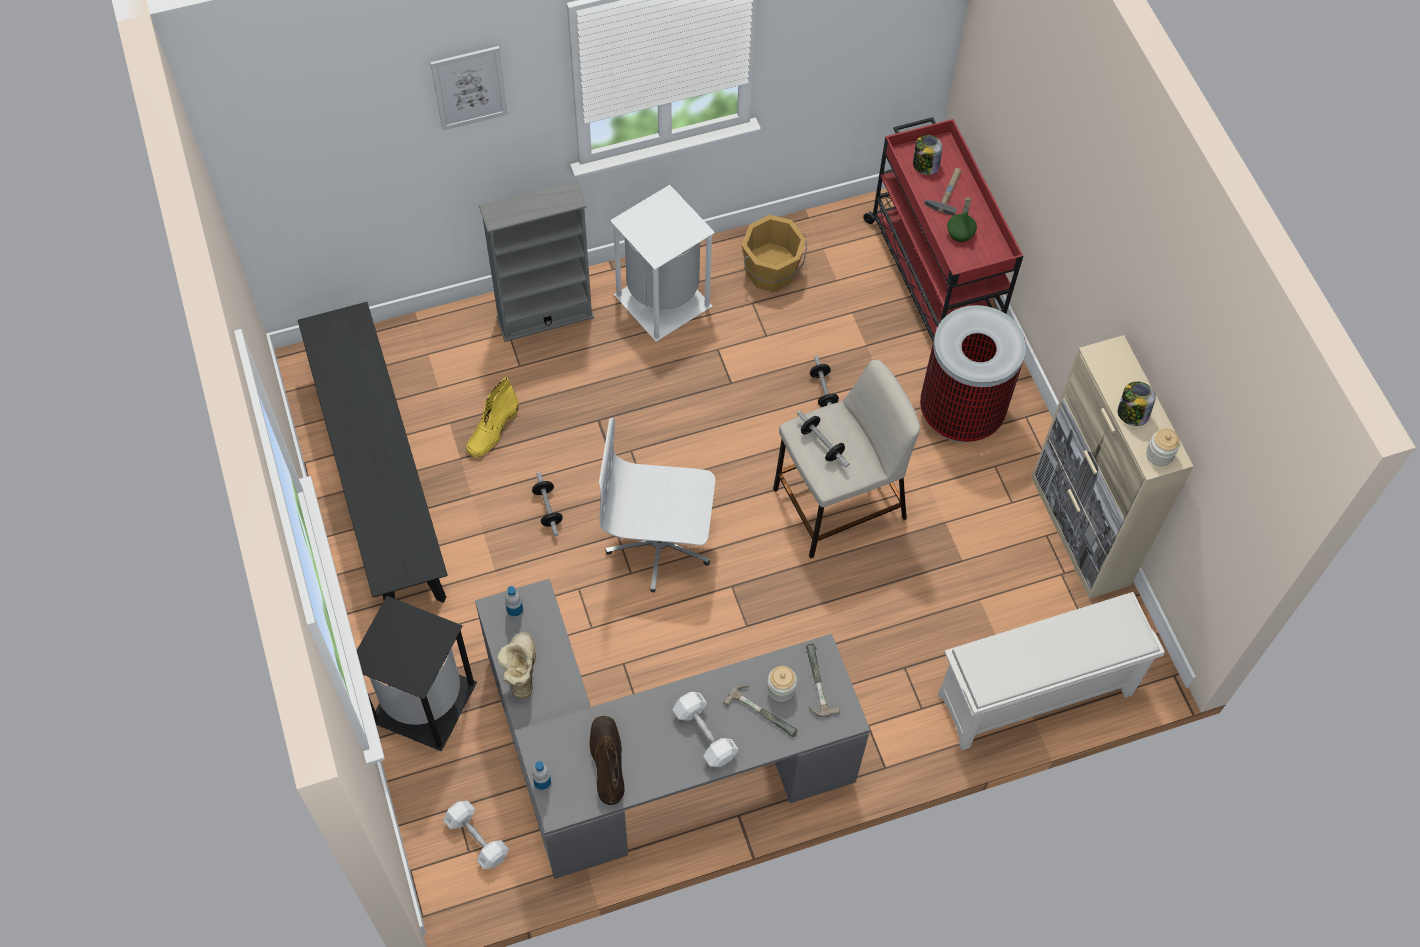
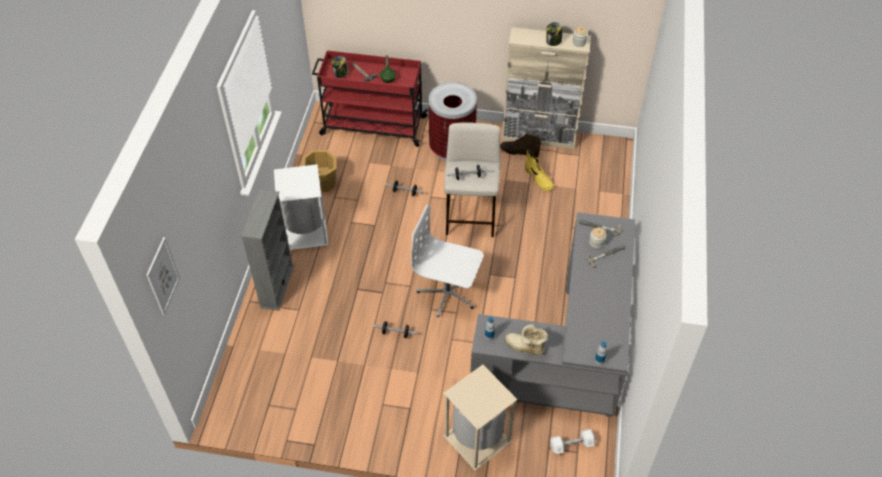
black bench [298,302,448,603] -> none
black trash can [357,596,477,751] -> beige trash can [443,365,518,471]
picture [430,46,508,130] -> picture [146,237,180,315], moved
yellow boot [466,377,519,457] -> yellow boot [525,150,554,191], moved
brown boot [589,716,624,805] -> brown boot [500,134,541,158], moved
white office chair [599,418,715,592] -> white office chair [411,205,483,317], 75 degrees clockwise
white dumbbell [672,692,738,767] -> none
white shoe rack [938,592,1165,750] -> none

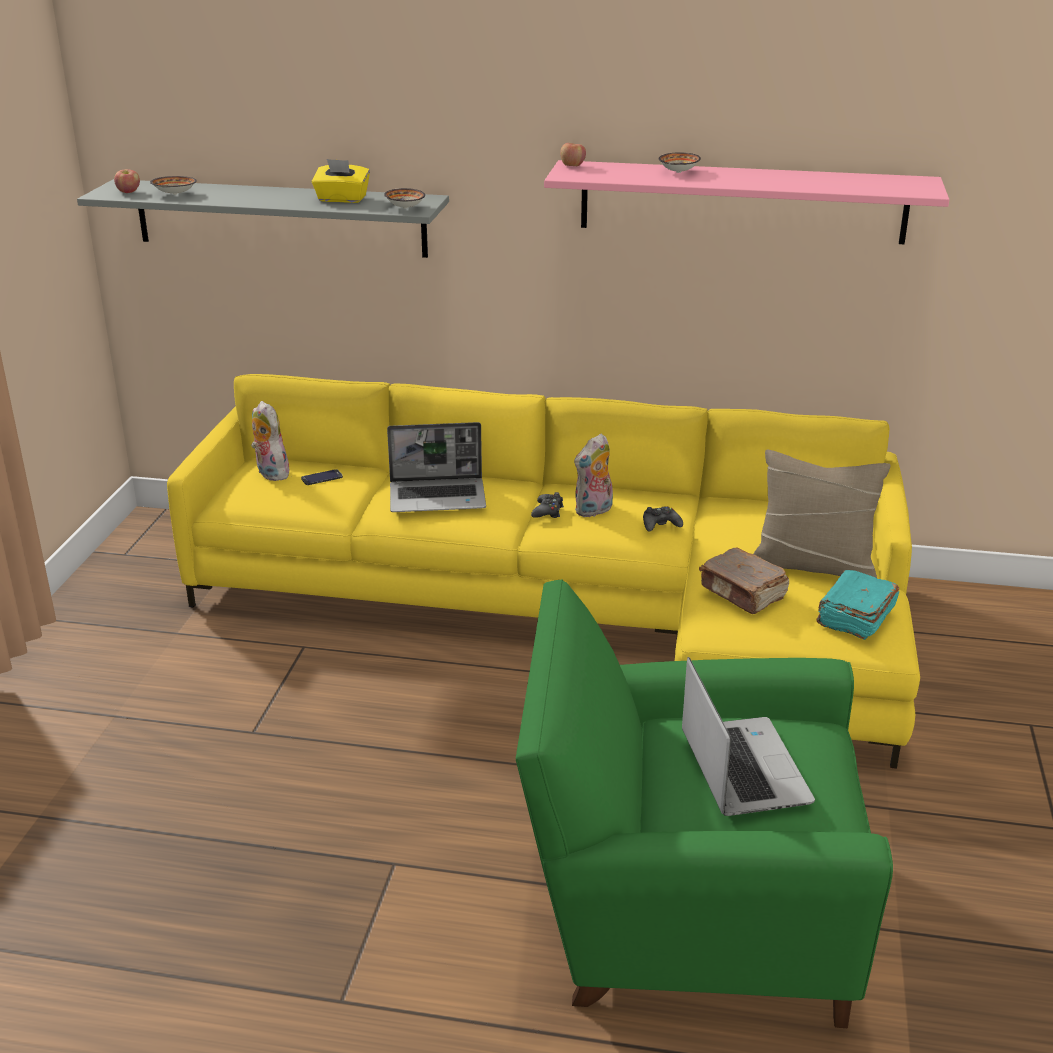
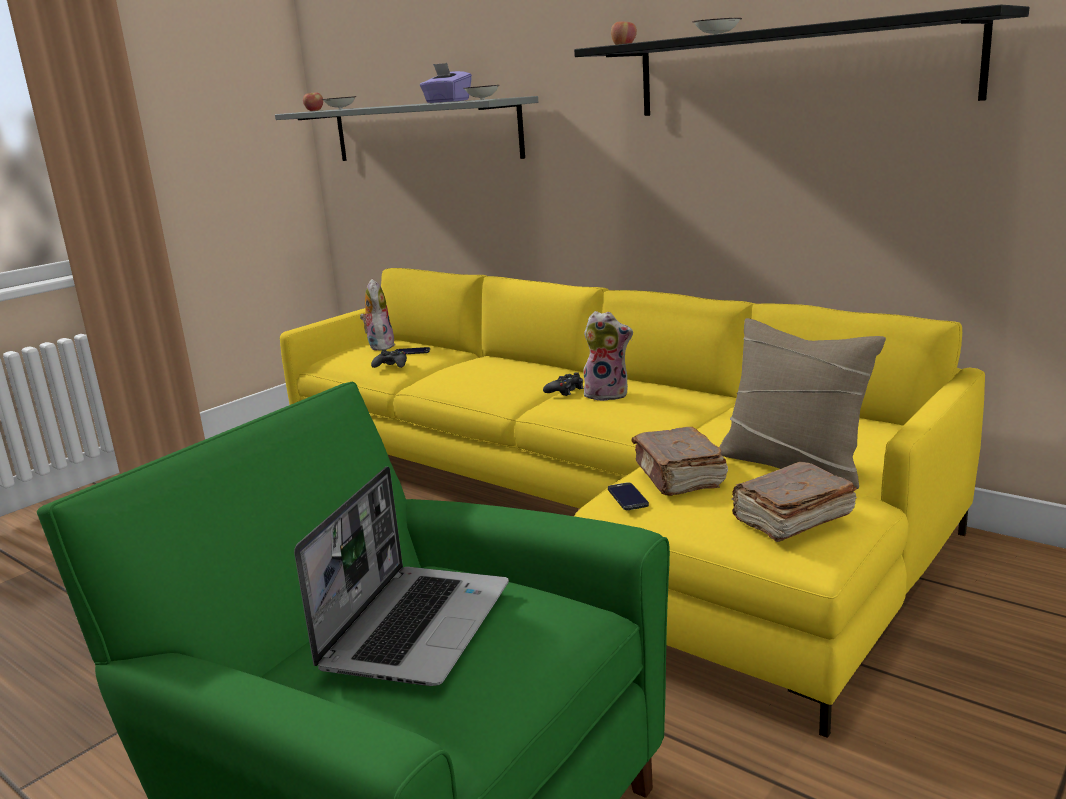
yellow tissue box [312,159,370,203] -> purple tissue box [420,63,472,103]
laptop [387,422,486,512] -> none
pink shelf [544,160,949,244] -> black shelf [574,5,1029,116]
plush toy [574,434,613,518] -> plush toy [583,311,633,401], 150 degrees counterclockwise
black game controller [643,506,683,532] -> black game controller [371,349,407,368], moved
turquoise book [816,570,899,640] -> brown book [731,462,857,542]
none -> phone [608,482,649,510]

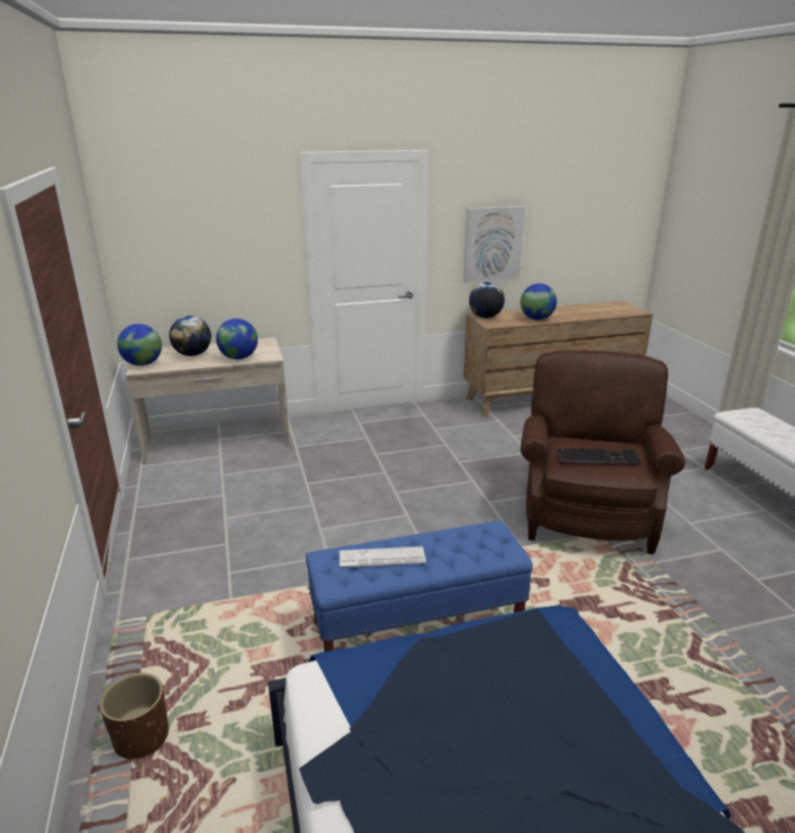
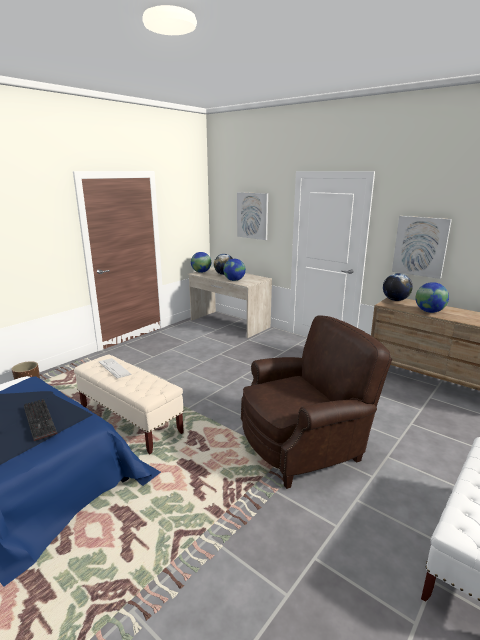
blue bench [306,520,533,652] -> beige bench [74,354,184,454]
keyboard [556,448,641,465] -> keyboard [24,399,57,441], moved
none -> picture [237,192,268,240]

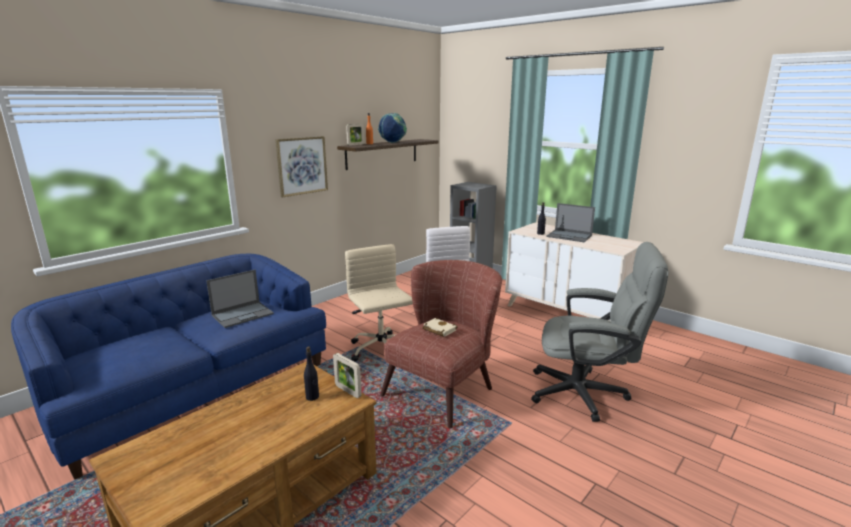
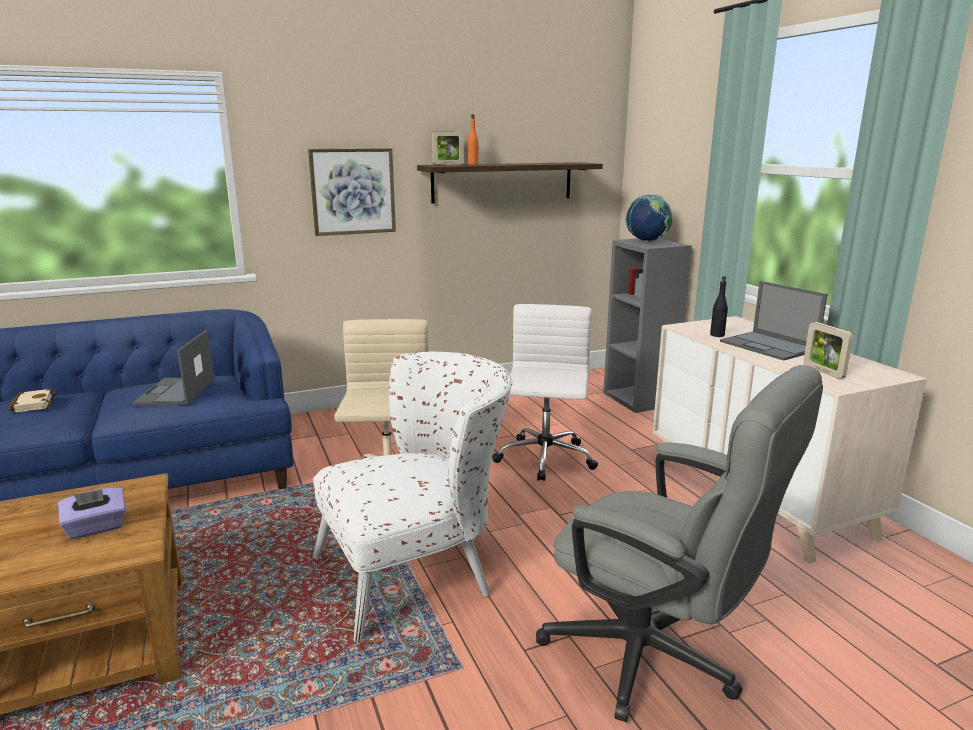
laptop [206,270,274,328] -> laptop [132,330,214,405], 105 degrees clockwise
black bottle [304,346,319,401] -> purple tissue box [58,487,125,540]
picture frame [333,353,362,398] -> picture frame [803,322,853,379], moved
globe [378,113,407,143] -> globe [625,194,672,242], moved
brown armchair [380,260,502,428] -> white armchair [313,352,512,643]
beige book [422,318,458,337] -> beige book [8,388,57,413], moved

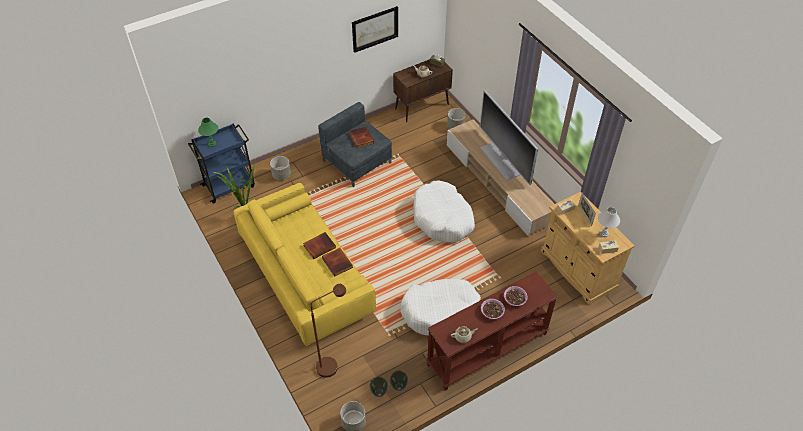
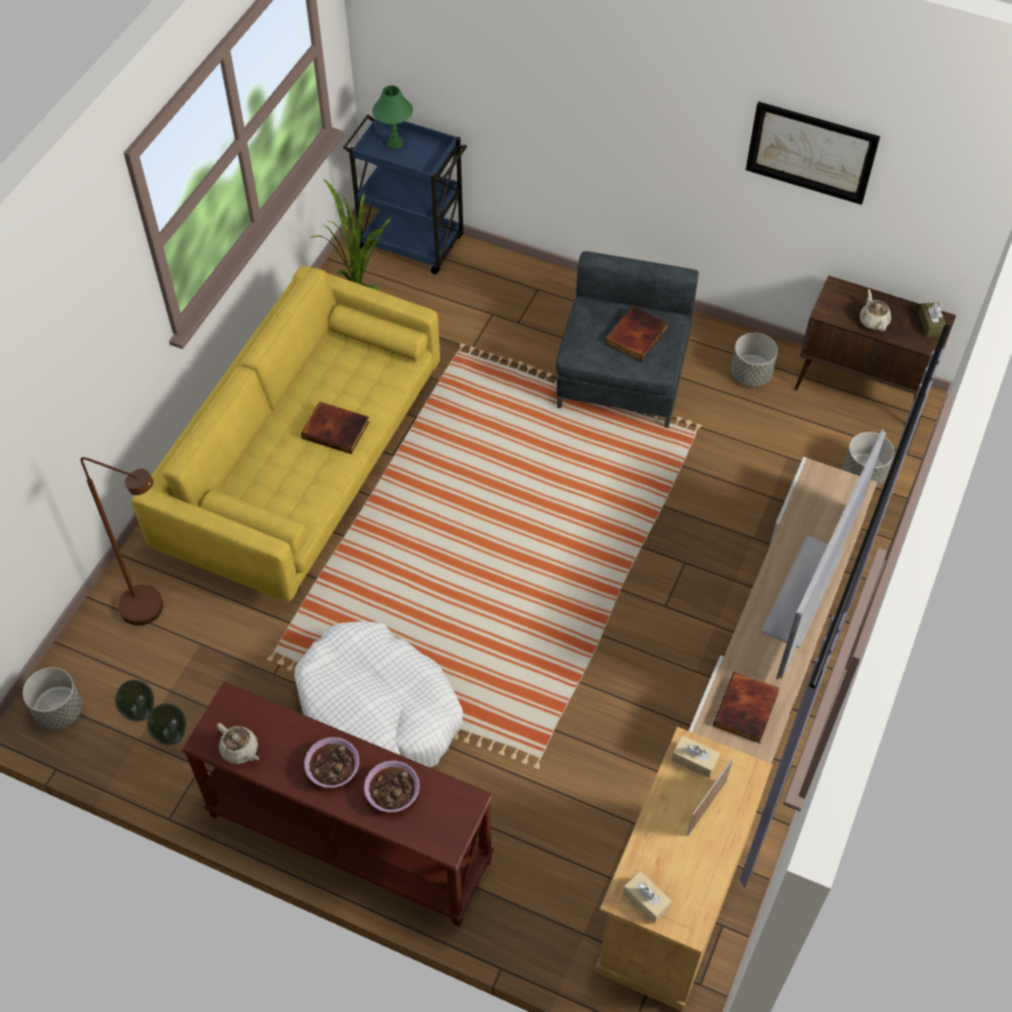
grey planter [270,156,291,180] -> grey planter [731,333,778,387], moved
book [322,248,353,277] -> book [713,672,779,743], moved
white dog bed [413,181,475,243] -> none
white table lamp [598,207,620,237] -> none

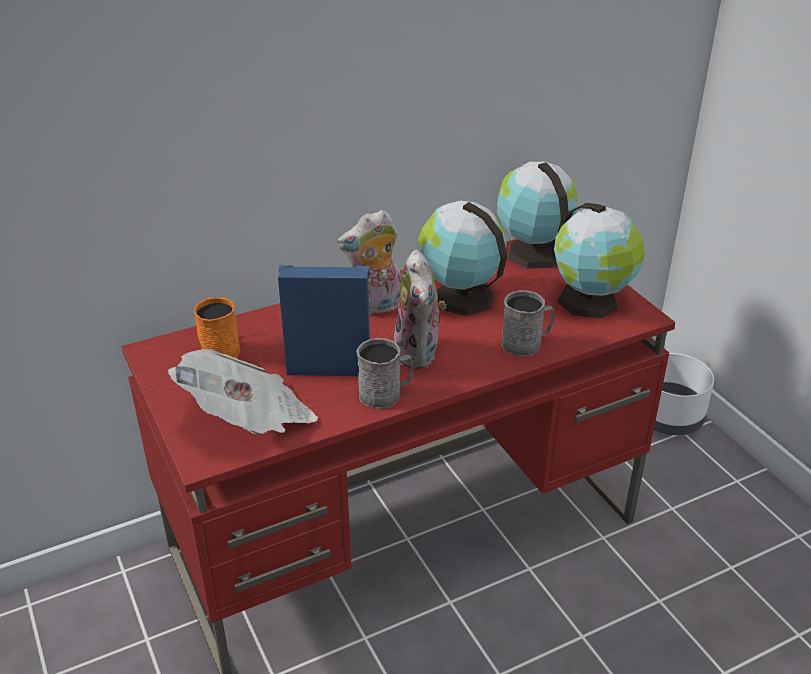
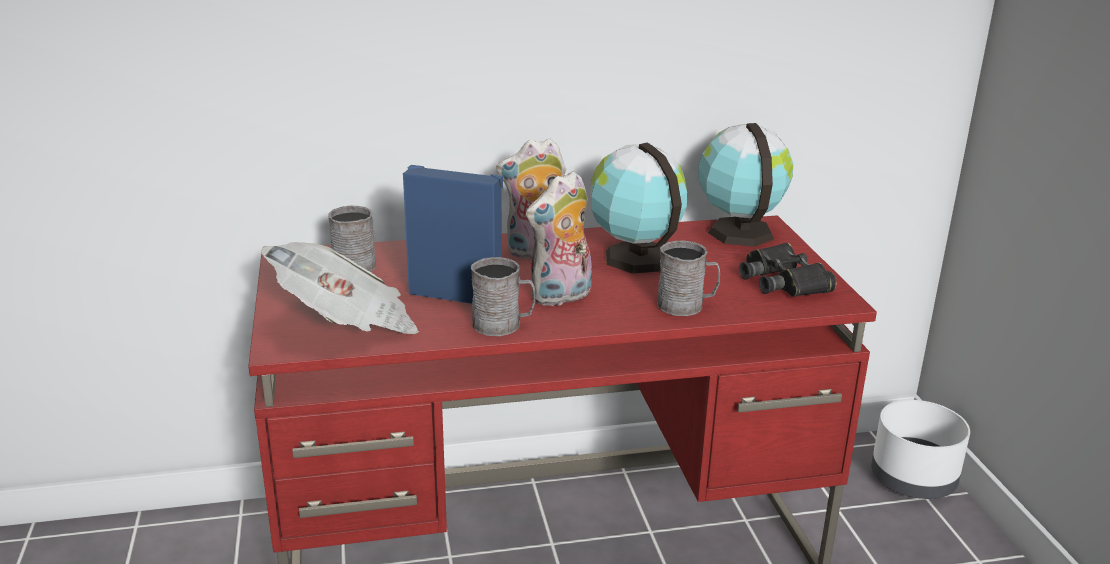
orange mug [194,297,240,358] -> grey mug [328,206,376,272]
plush toy [394,250,447,369] -> plush toy [526,171,592,306], 45 degrees clockwise
globe [554,203,645,318] -> black binoculars [739,243,837,297]

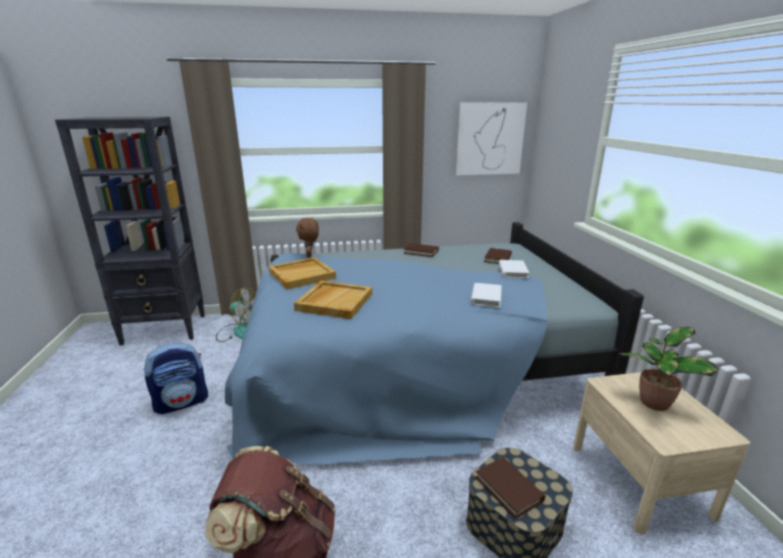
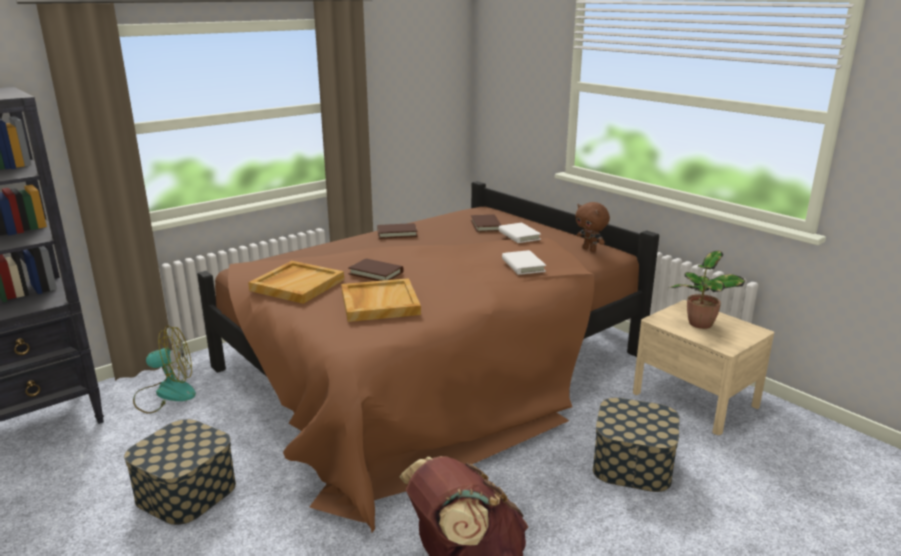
backpack [144,342,208,414] -> storage box [124,419,236,525]
blue bed [225,222,644,464] -> brown bed [197,181,659,533]
brown plush toy [296,218,319,258] -> brown plush toy [575,202,610,252], moved
picture [455,103,527,176] -> none
brown book [475,457,545,519] -> brown book [348,258,404,281], moved

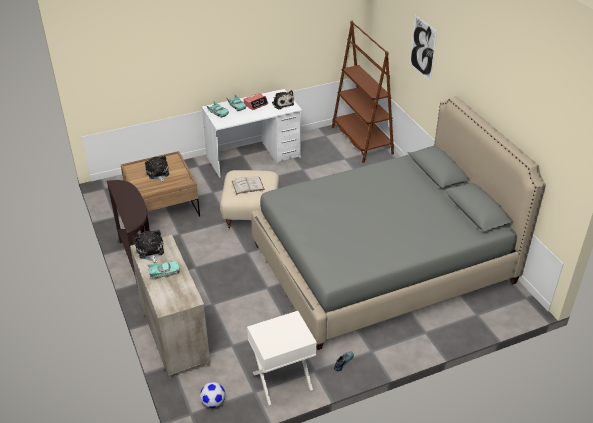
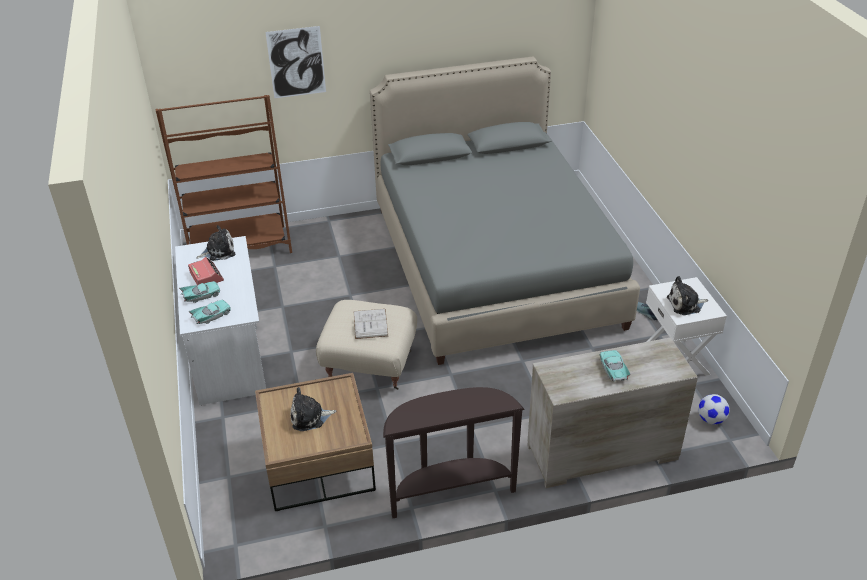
plush toy [134,230,164,264] -> plush toy [667,276,708,315], moved

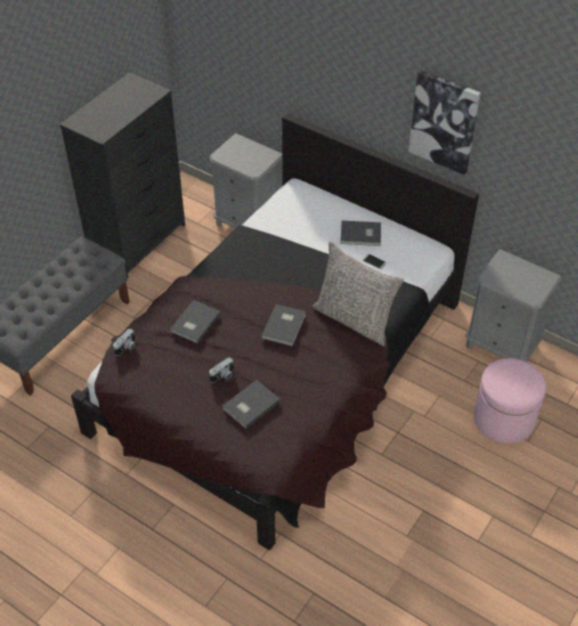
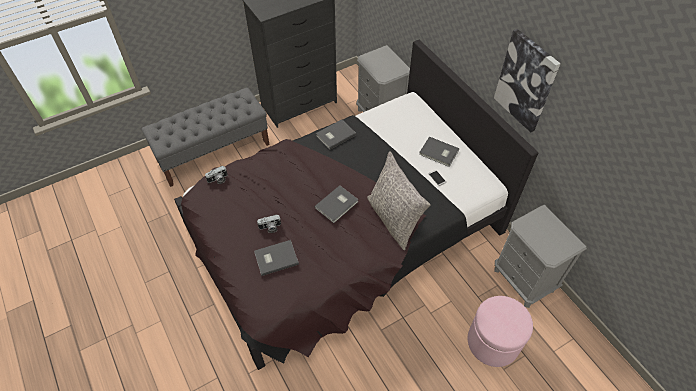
grey book [170,300,221,344] -> grey book [316,119,356,150], moved

